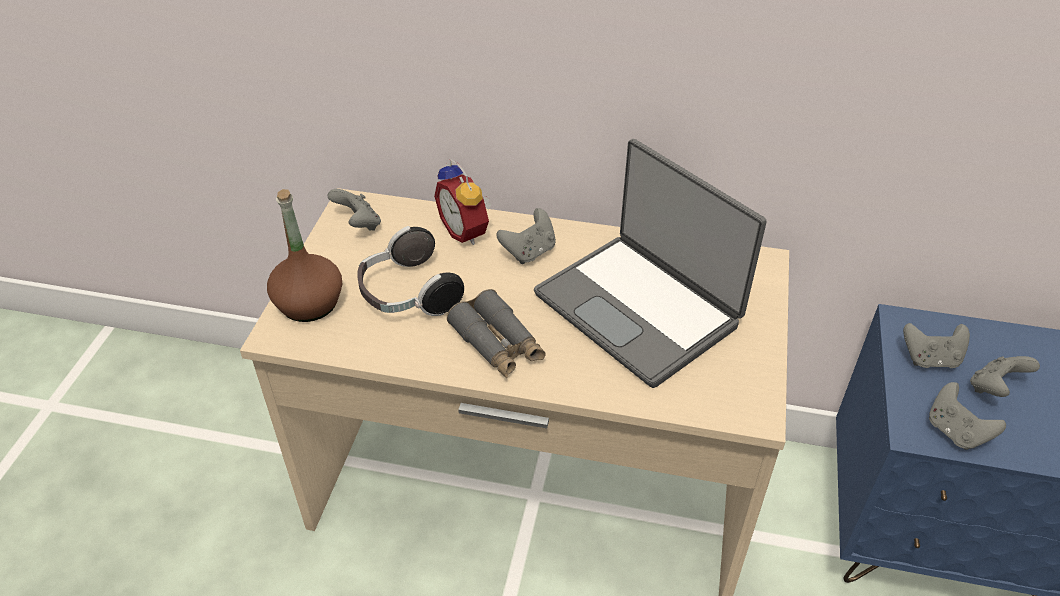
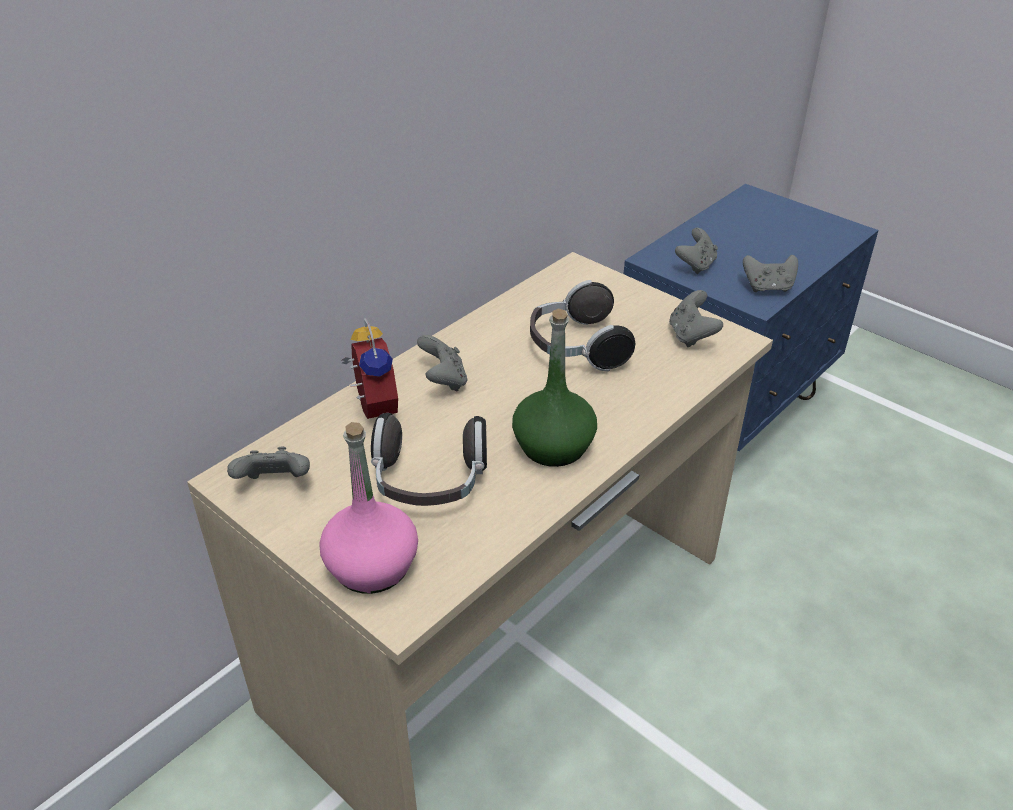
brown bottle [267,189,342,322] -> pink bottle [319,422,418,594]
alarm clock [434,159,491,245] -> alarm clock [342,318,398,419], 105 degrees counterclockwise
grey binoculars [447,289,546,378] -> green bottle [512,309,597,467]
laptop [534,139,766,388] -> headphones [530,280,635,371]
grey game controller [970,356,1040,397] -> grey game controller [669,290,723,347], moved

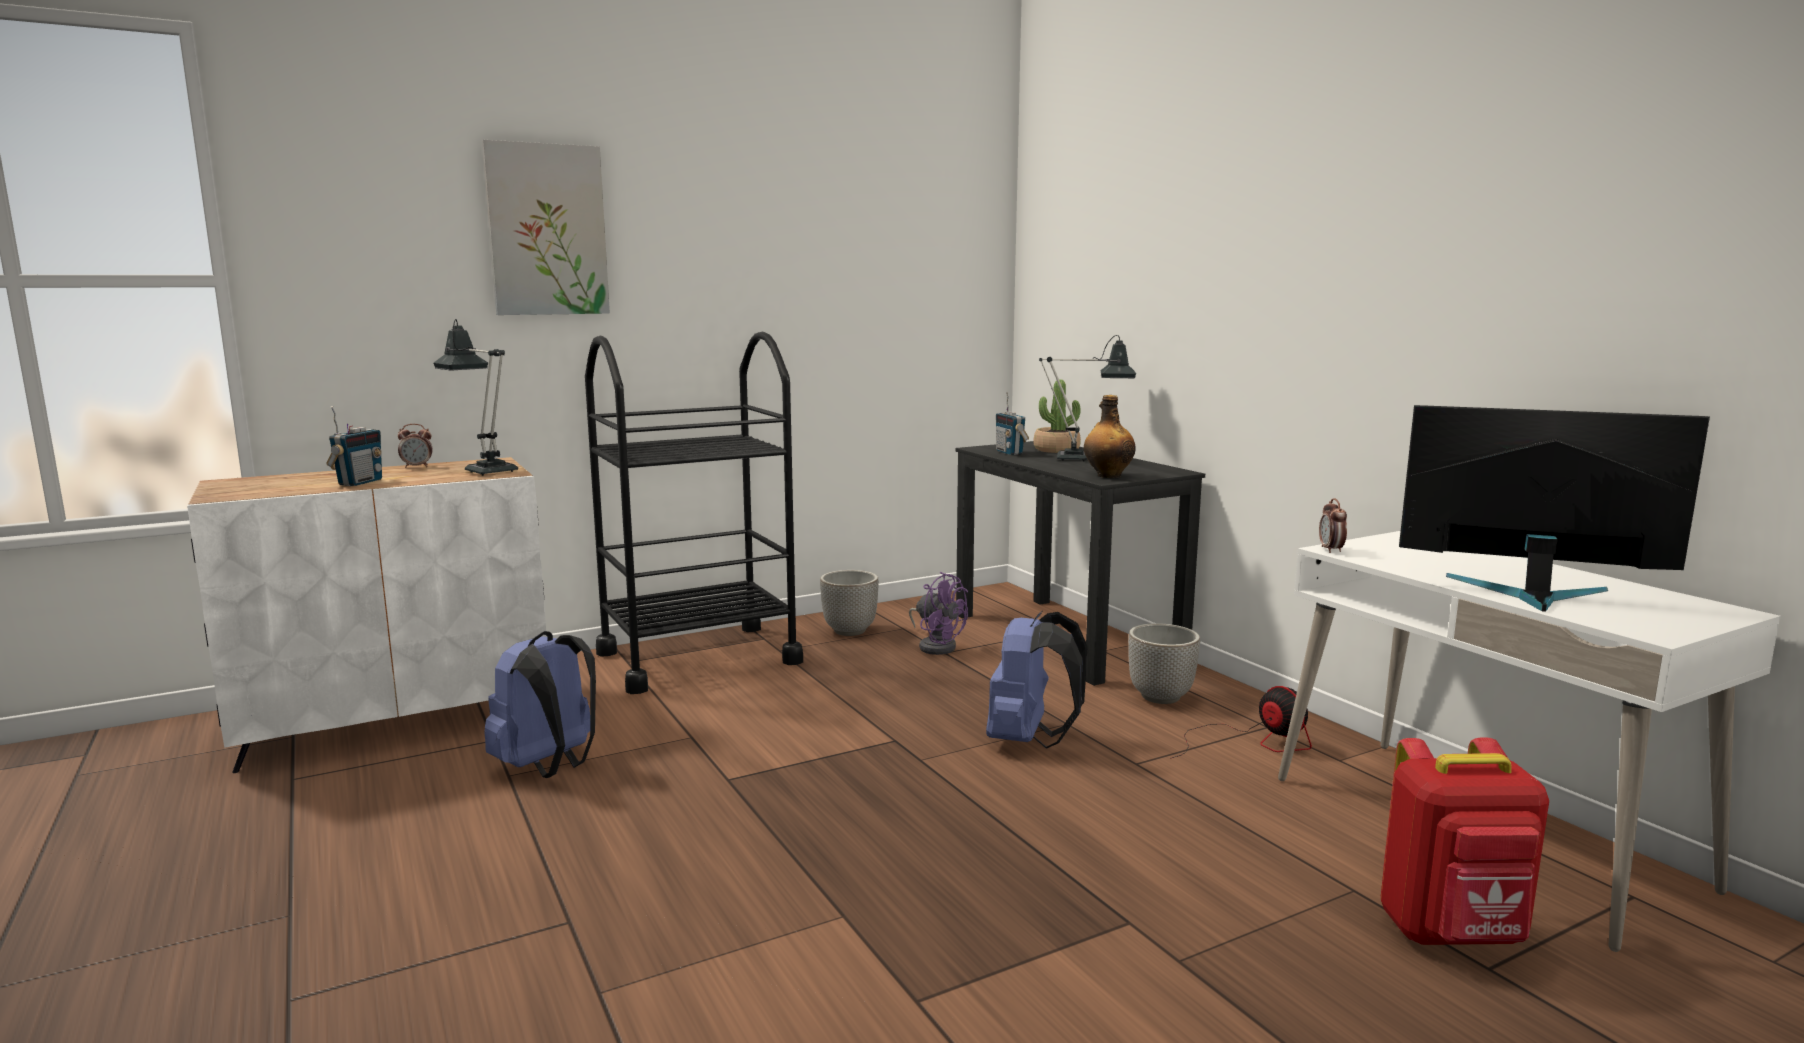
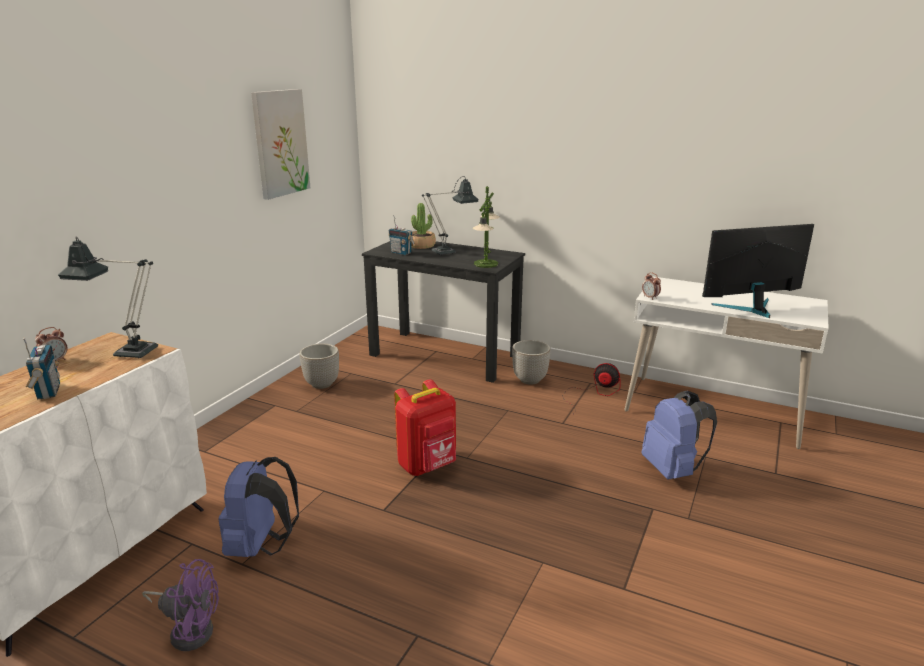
picture [482,140,610,315] -> picture [251,89,310,200], moved
black cart [585,332,803,694] -> none
purple fan [909,572,968,655] -> purple fan [142,559,219,651], moved
blue backpack [986,610,1088,749] -> blue backpack [642,391,717,480], moved
bottle [1084,395,1136,478] -> table lamp [473,187,500,268]
red backpack [1381,737,1549,945] -> red backpack [394,379,456,476], moved

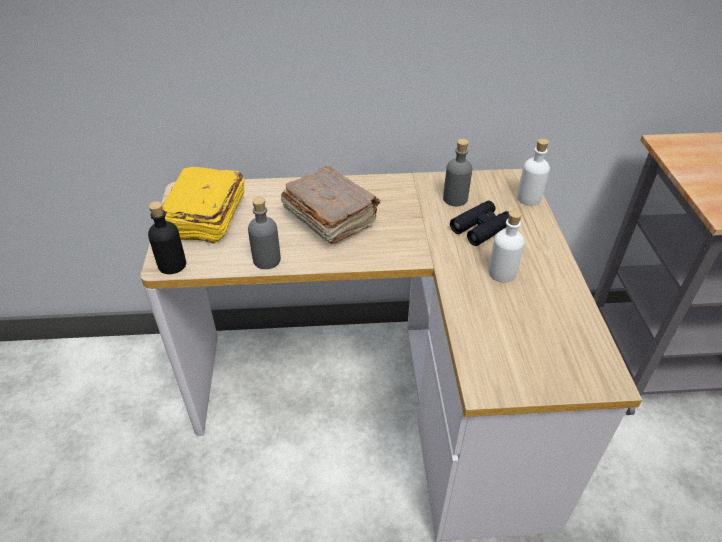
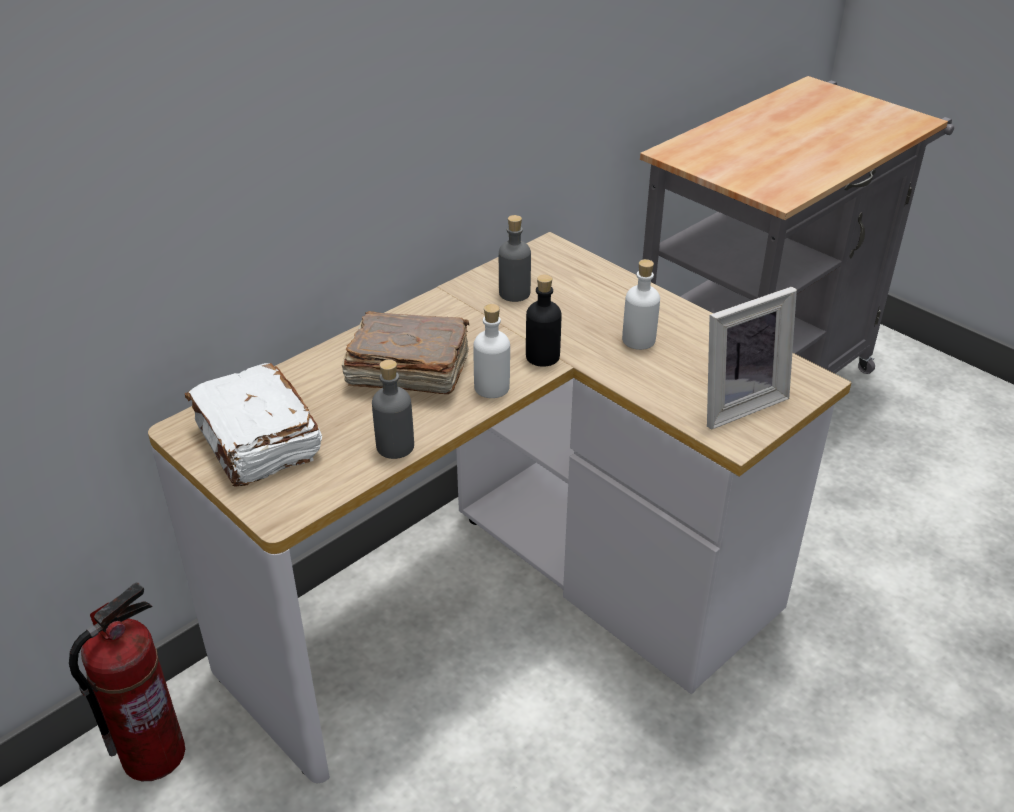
black bottle [148,202,186,274] -> black bottle [526,274,561,367], moved
yellow book [162,167,245,244] -> white book [185,363,322,487]
black binoculars [450,201,509,246] -> none
white bottle [517,138,550,206] -> white bottle [474,304,510,398], moved
none -> fire extinguisher [69,582,185,781]
none -> picture frame [707,287,797,429]

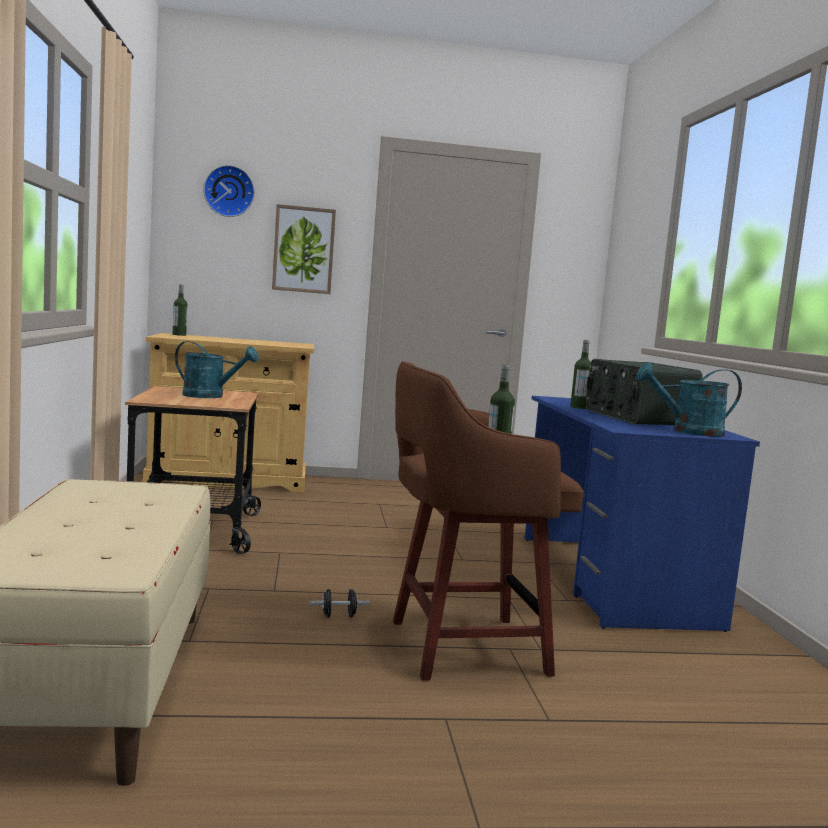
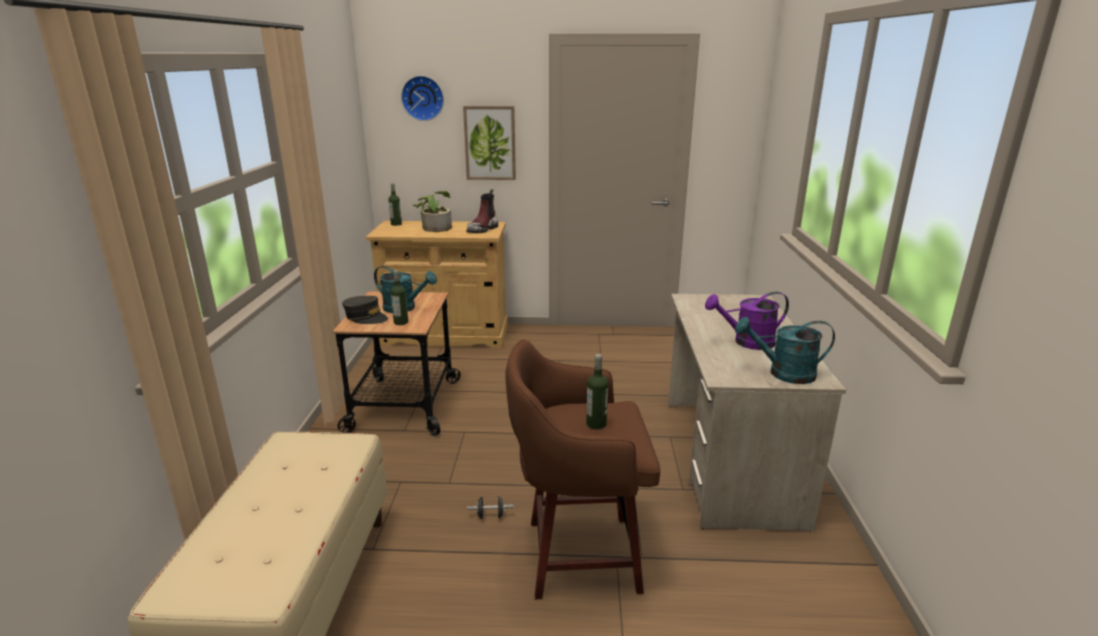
blue desk [524,396,760,632] -> beige desk [668,294,846,532]
bottle [570,340,591,409] -> bottle [391,270,408,325], moved
radio [586,359,702,425] -> purple watering can [705,292,789,350]
none -> grey cap [342,296,388,324]
none -> potted plant [412,191,452,232]
none -> boot [466,189,498,233]

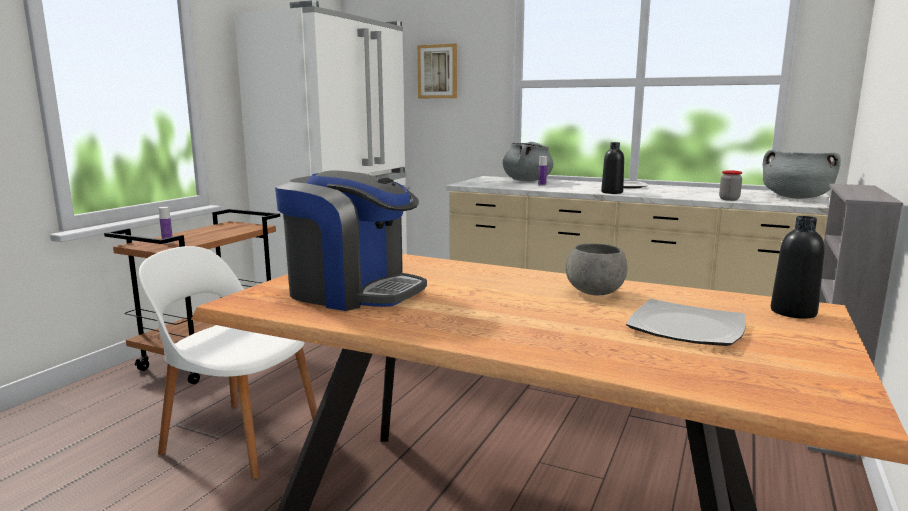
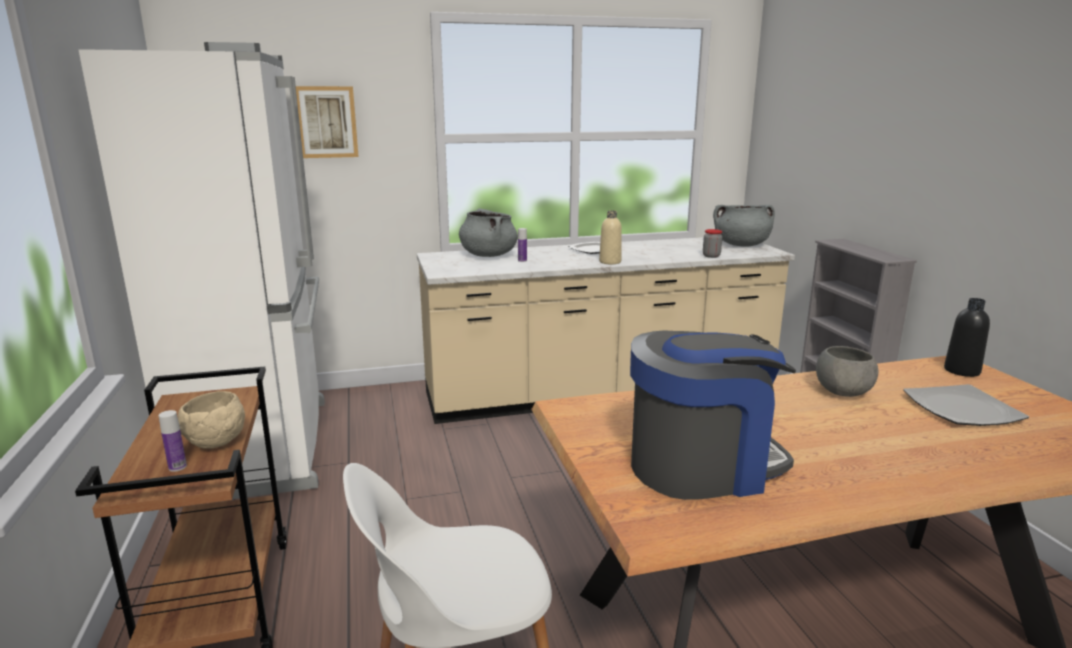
black bottle [601,142,624,194] -> beige bottle [599,210,622,264]
none -> beige bowl [178,391,245,449]

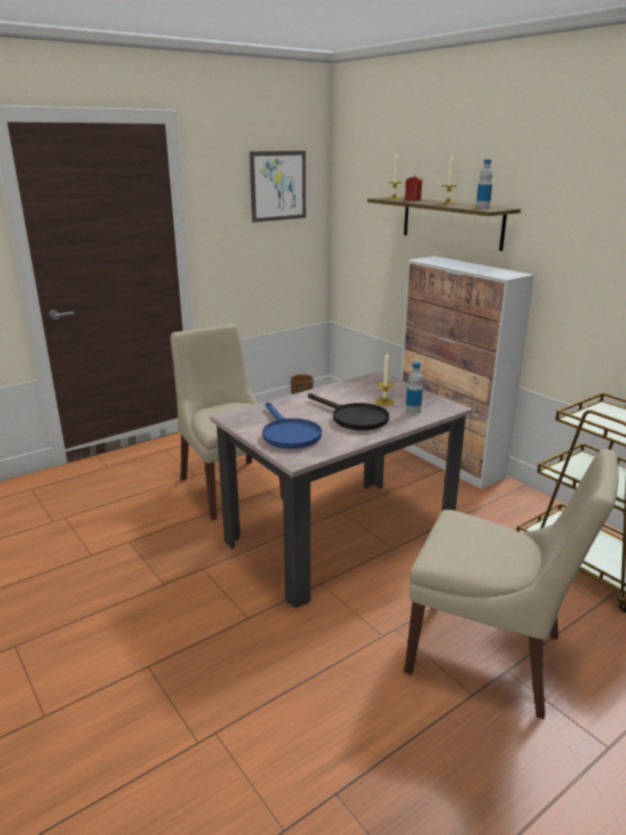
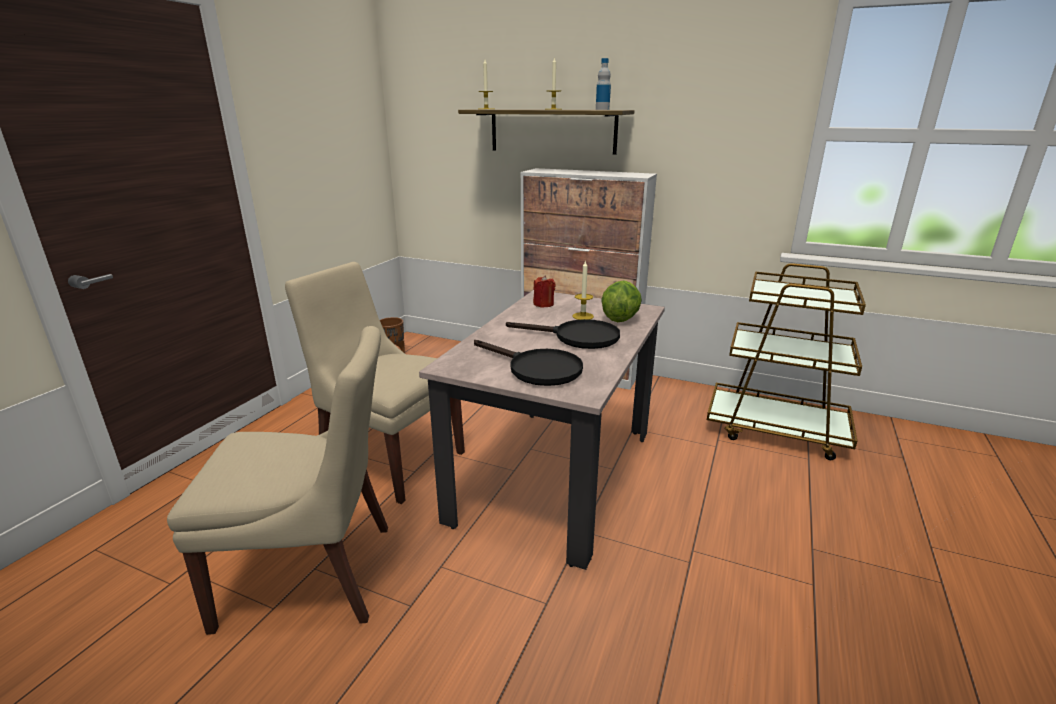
picture [249,151,306,222] -> none
blue frying pan [262,402,322,449] -> black frying pan [474,340,583,386]
beige chair [404,449,618,719] -> beige chair [167,326,388,635], moved
red candle [405,175,423,201] -> red candle [533,275,555,307], moved
bottle [406,362,423,414] -> lettuce [601,280,642,322]

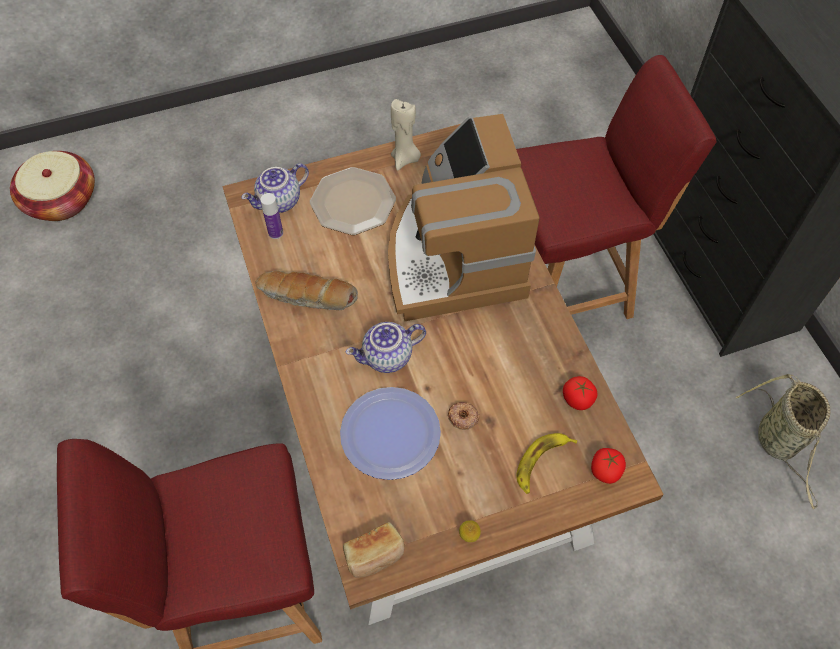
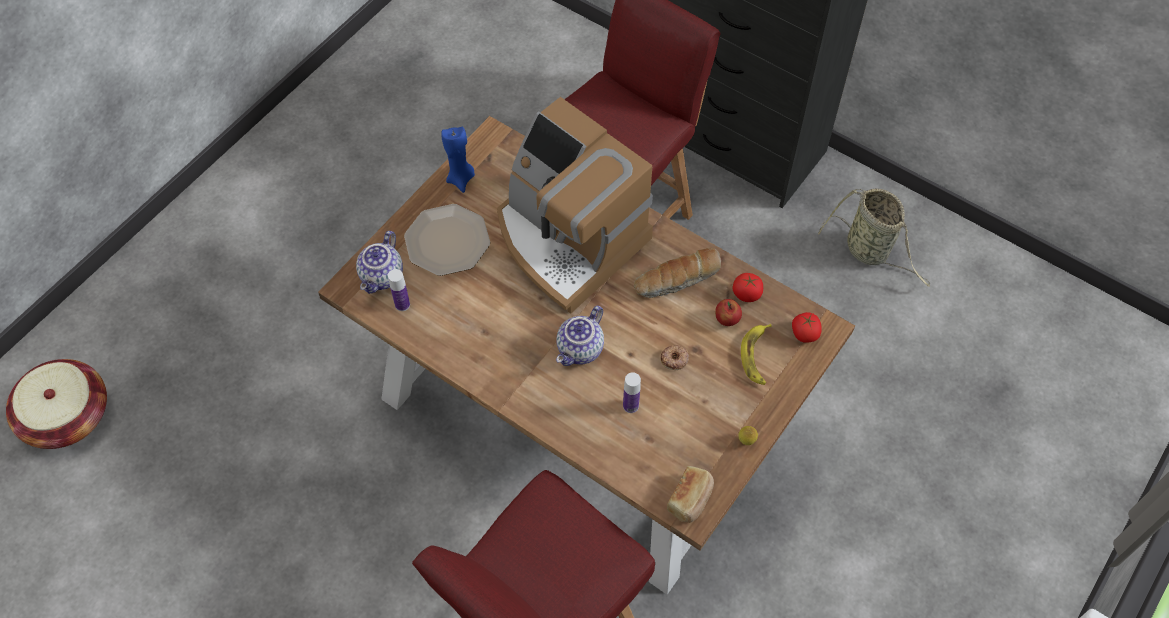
bread [256,271,358,311] -> bread [634,248,722,298], moved
plate [340,387,441,480] -> bottle [623,372,641,413]
beige candle [391,99,421,170] -> blue candle [441,127,475,193]
none -> apple [715,299,742,326]

